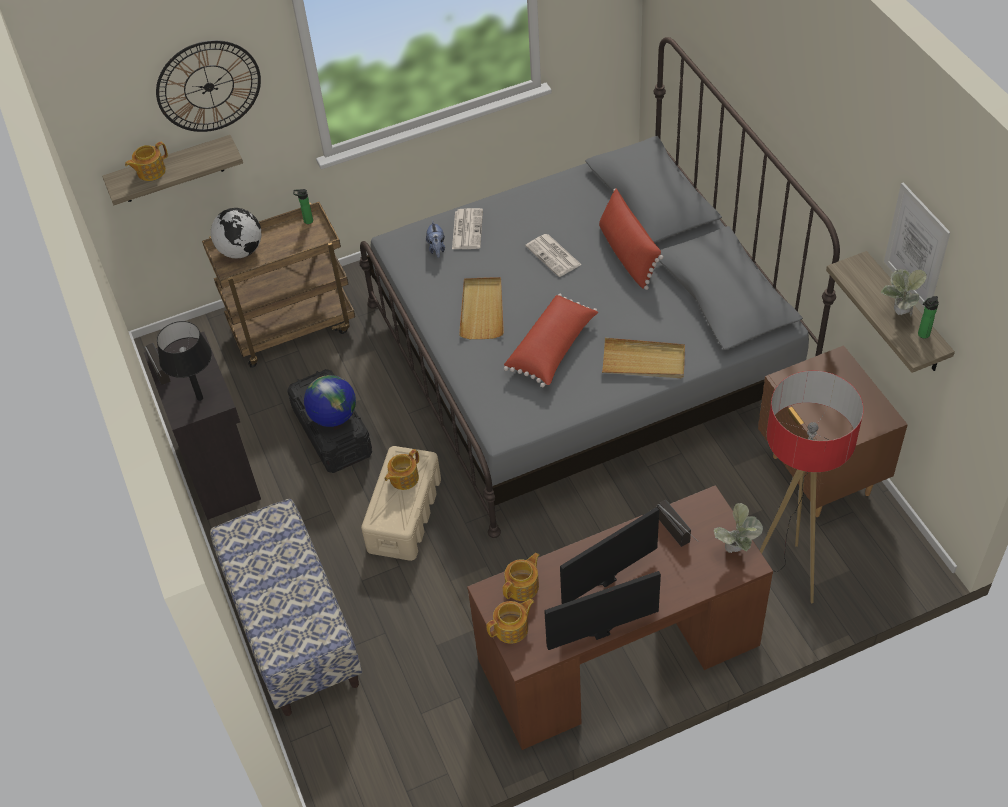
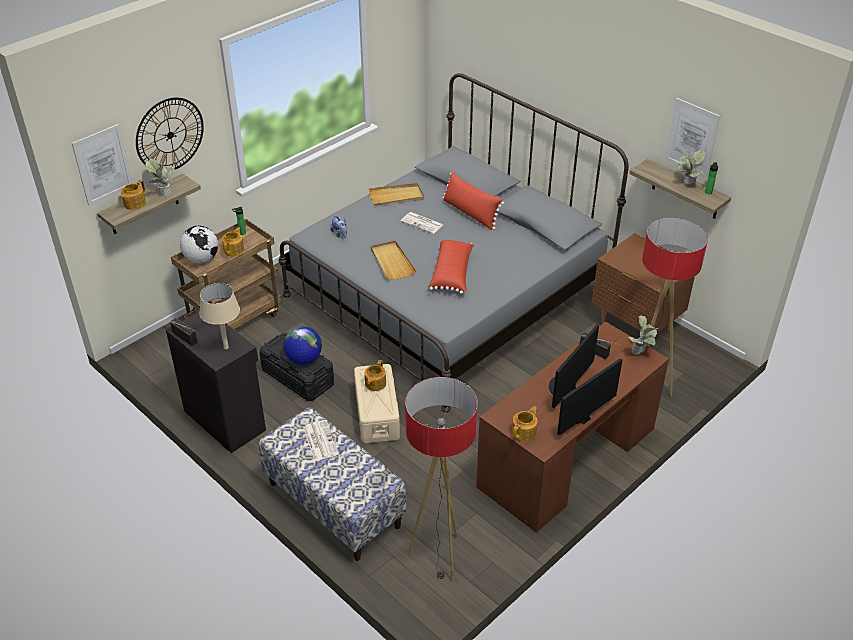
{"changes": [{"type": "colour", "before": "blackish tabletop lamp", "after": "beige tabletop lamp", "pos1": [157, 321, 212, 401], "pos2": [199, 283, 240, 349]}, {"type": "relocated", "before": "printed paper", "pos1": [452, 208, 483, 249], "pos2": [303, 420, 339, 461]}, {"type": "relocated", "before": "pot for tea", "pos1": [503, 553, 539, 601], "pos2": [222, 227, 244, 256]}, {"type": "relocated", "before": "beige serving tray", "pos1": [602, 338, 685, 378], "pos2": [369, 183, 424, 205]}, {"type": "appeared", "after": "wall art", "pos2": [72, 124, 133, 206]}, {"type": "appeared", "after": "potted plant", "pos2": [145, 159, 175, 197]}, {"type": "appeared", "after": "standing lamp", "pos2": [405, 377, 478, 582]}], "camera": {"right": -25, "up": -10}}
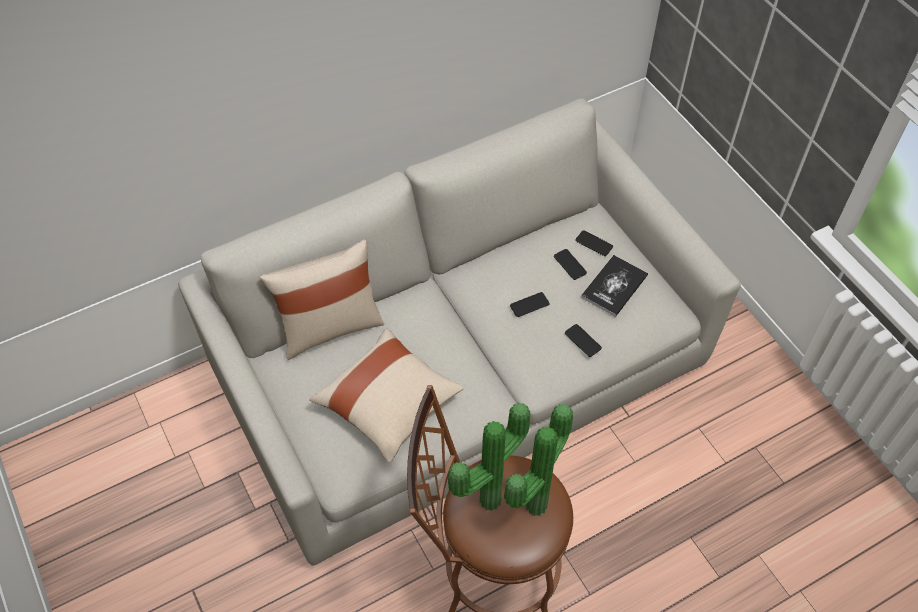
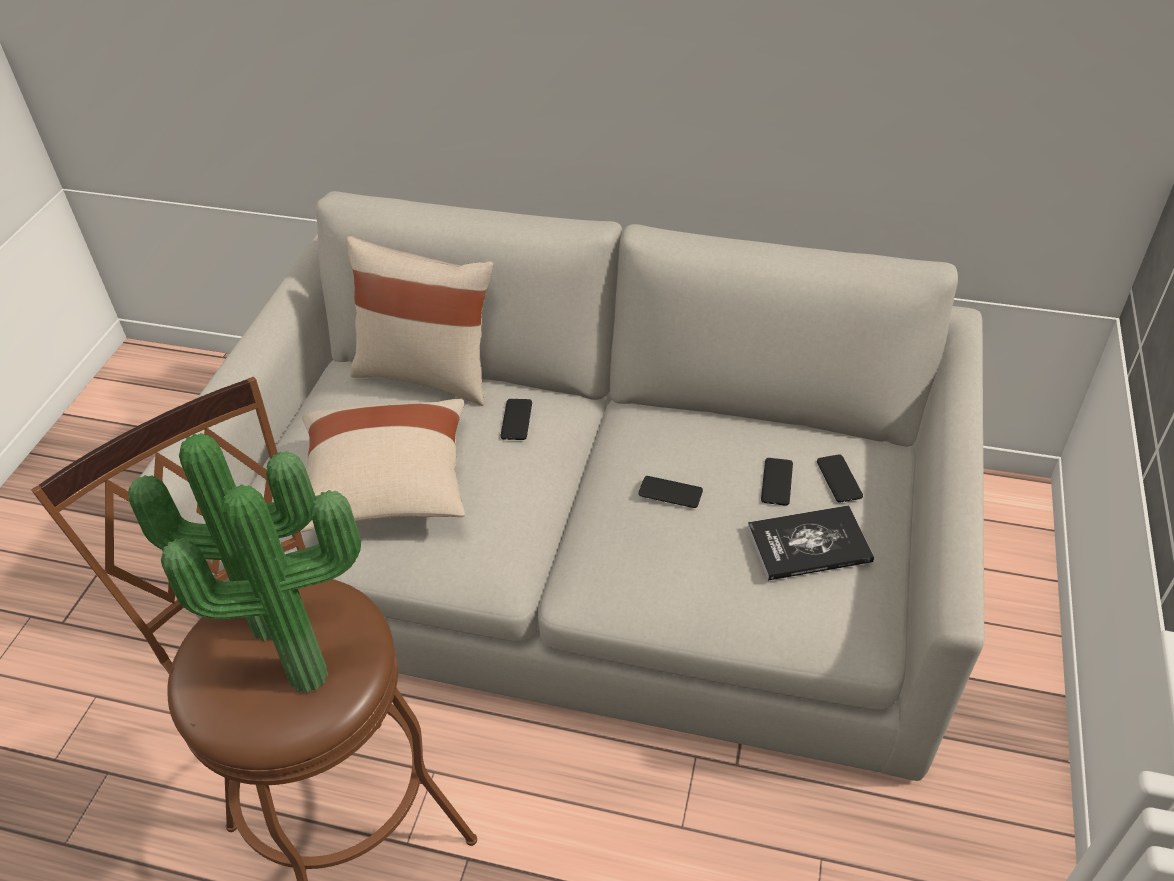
{"changes": [{"type": "relocated", "before": "handset", "pos1": [565, 324, 602, 357], "pos2": [501, 399, 532, 440]}], "camera": {"right": 45, "up": -10}}
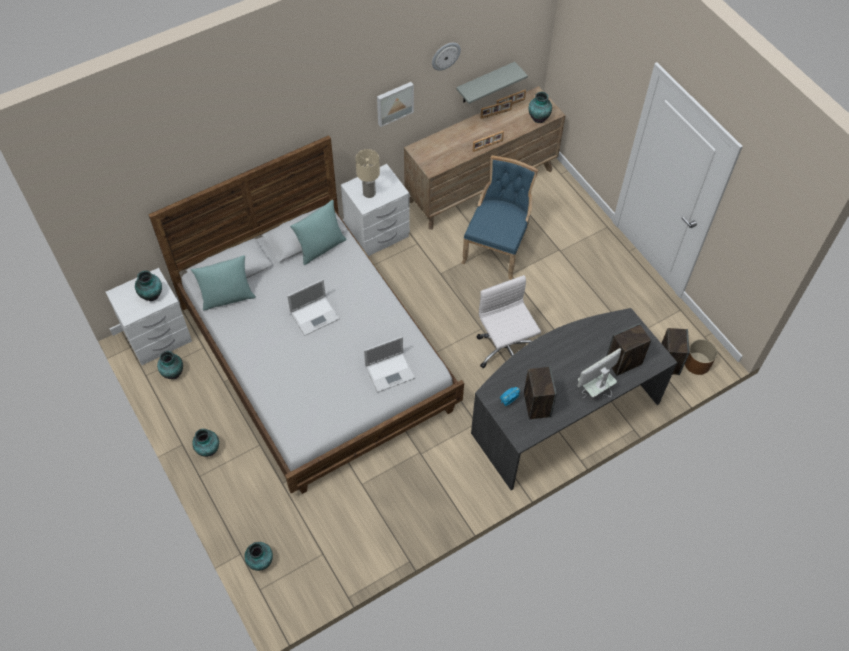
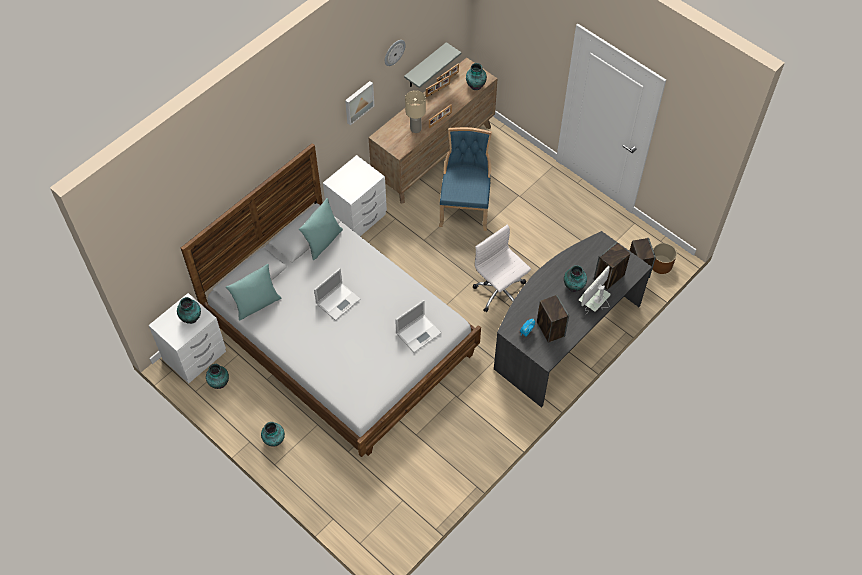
{"changes": [{"type": "relocated", "before": "decorative vase", "pos1": [244, 542, 273, 571], "pos2": [564, 265, 587, 292]}, {"type": "relocated", "before": "beige tabletop lamp", "pos1": [355, 149, 380, 198], "pos2": [405, 90, 426, 133]}], "camera": {"right": -15, "up": 0}}
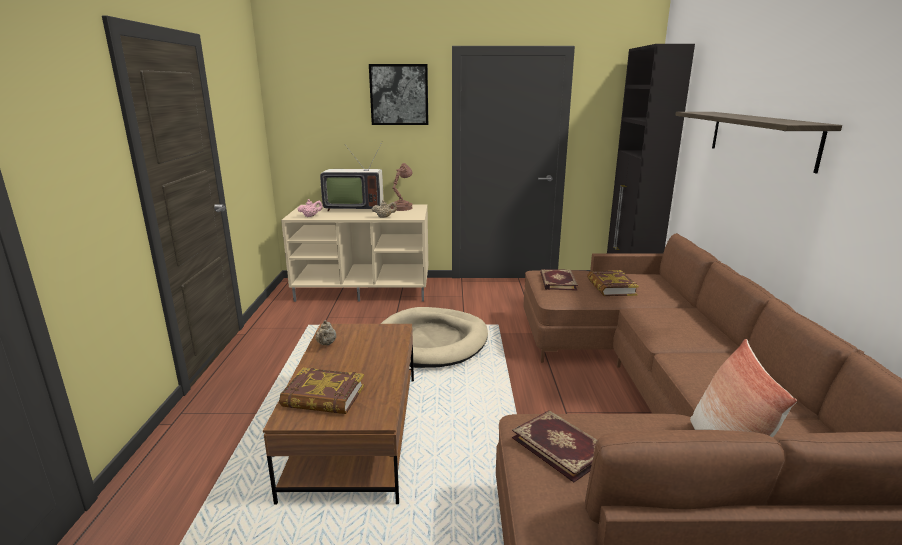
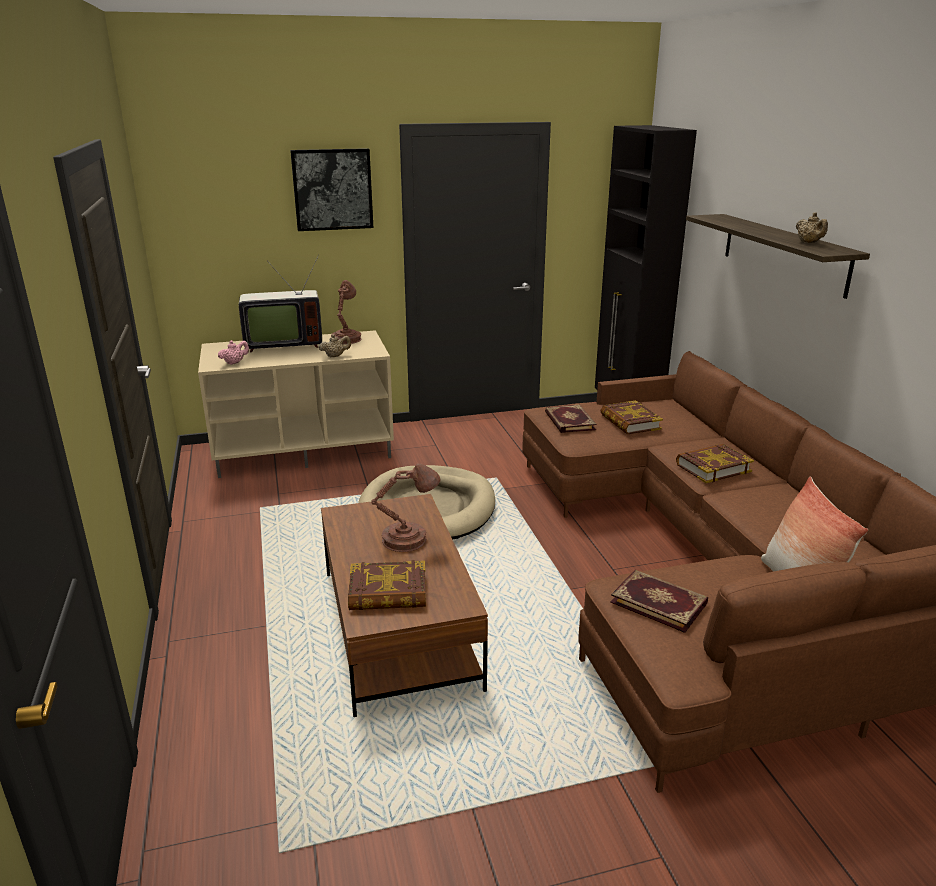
{"changes": [{"type": "relocated", "before": "beige pot for tea", "pos1": [316, 320, 336, 345], "pos2": [796, 212, 828, 243]}, {"type": "appeared", "after": "brown tabletop lamp", "pos2": [371, 463, 441, 552]}, {"type": "appeared", "after": "book", "pos2": [676, 444, 754, 483]}], "camera": {"right": -15, "up": 5}}
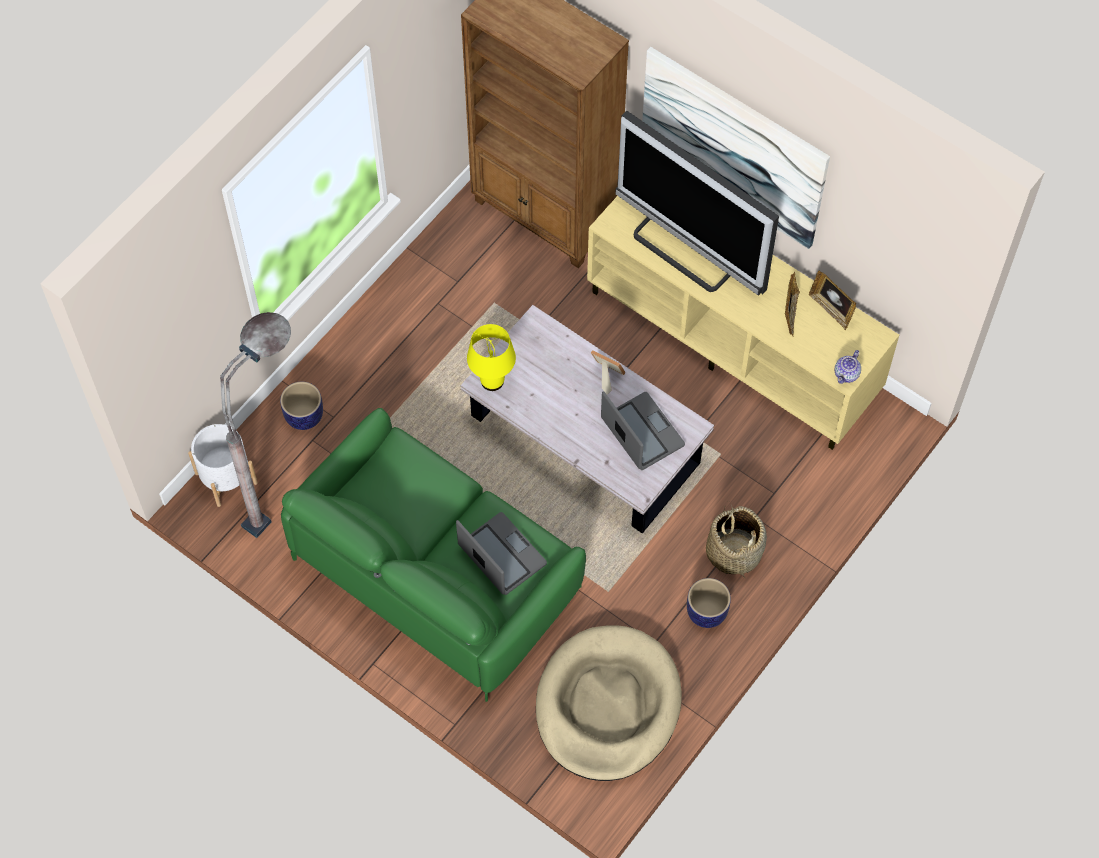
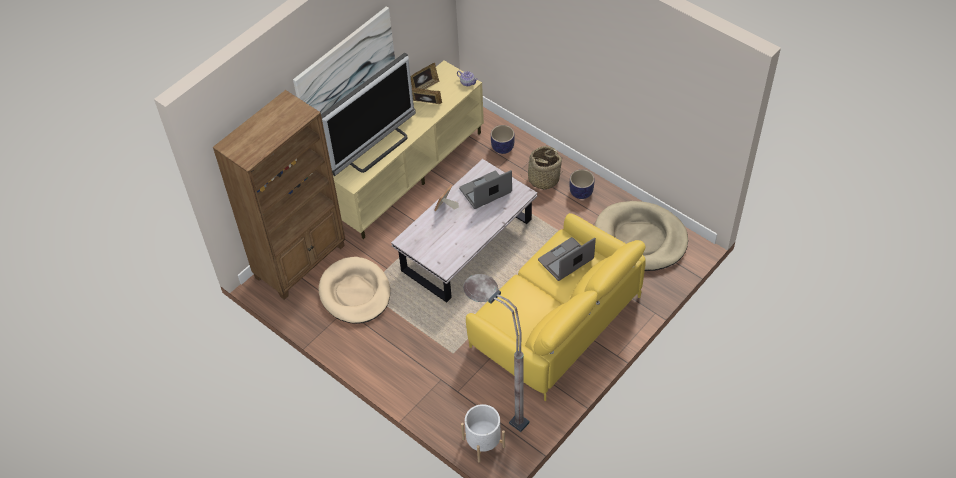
{"changes": [{"type": "relocated", "before": "flower pot", "pos1": [280, 382, 323, 430], "pos2": [491, 125, 515, 154]}, {"type": "colour", "before": "green sofa", "after": "yellow sofa", "pos1": [281, 408, 586, 702], "pos2": [466, 213, 646, 401]}, {"type": "missing", "before": "yellow tabletop lamp", "pos1": [467, 324, 516, 391]}, {"type": "appeared", "after": "beige dog cushion", "pos2": [319, 257, 390, 324]}], "camera": {"right": -85, "up": -10}}
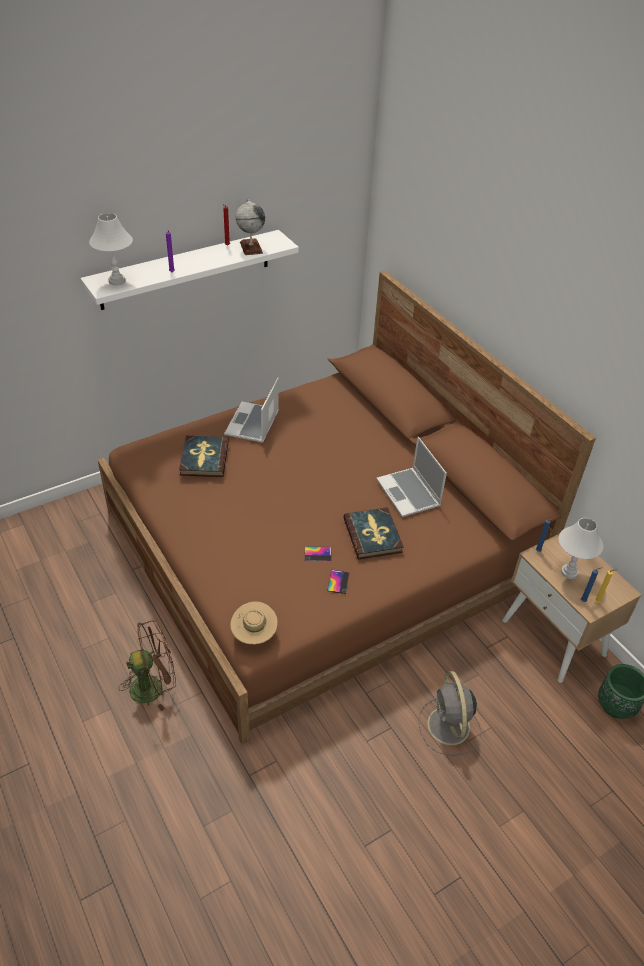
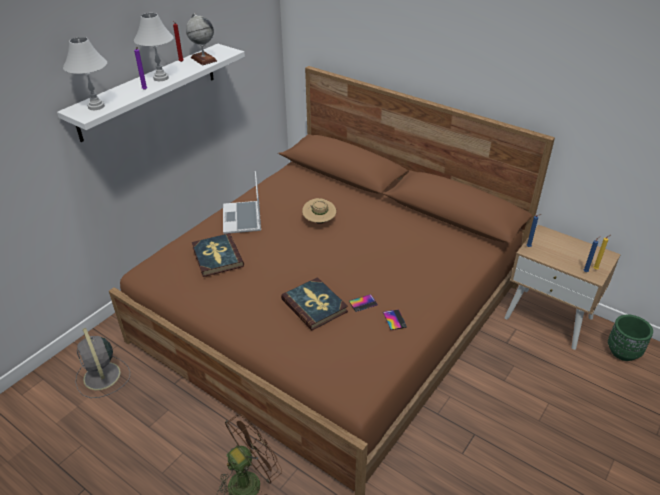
{"changes": [{"type": "relocated", "before": "beige hat", "pos1": [230, 601, 278, 645], "pos2": [302, 198, 336, 224]}, {"type": "relocated", "before": "book", "pos1": [343, 507, 404, 559], "pos2": [281, 277, 348, 330]}, {"type": "missing", "before": "notebook computer", "pos1": [376, 437, 447, 517]}, {"type": "relocated", "before": "greyish fan", "pos1": [419, 671, 482, 756], "pos2": [75, 328, 130, 398]}, {"type": "relocated", "before": "white tabletop lamp", "pos1": [559, 518, 603, 579], "pos2": [134, 13, 174, 81]}], "camera": {"right": -20, "up": -5}}
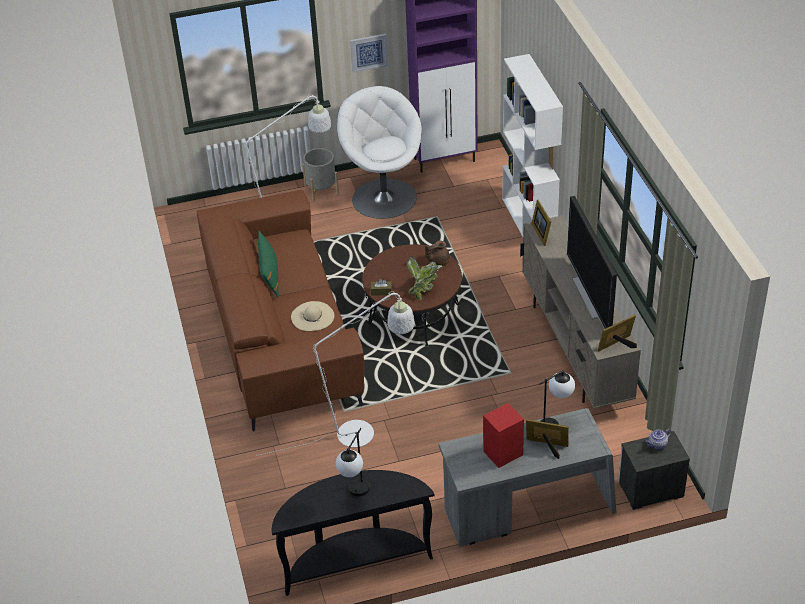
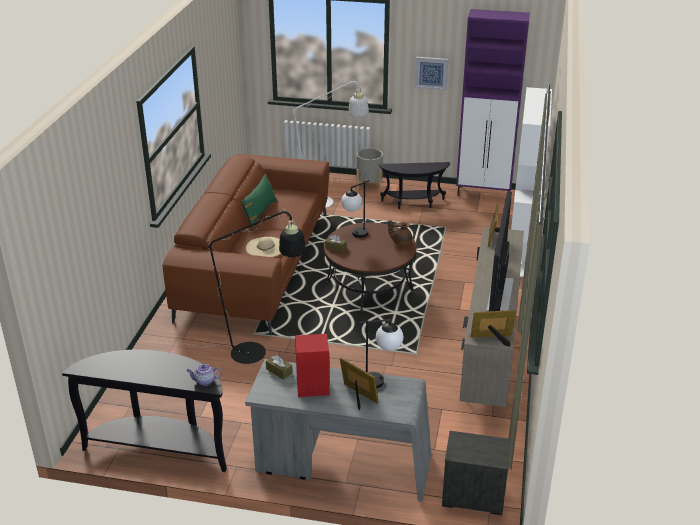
{"changes": [{"type": "colour", "before": "white standing lamp", "after": "blackish standing lamp", "pos1": [256, 291, 415, 456], "pos2": [158, 209, 306, 364]}, {"type": "relocated", "before": "tabletop lamp", "pos1": [336, 428, 370, 496], "pos2": [341, 180, 369, 238]}, {"type": "exchanged", "before": "white easy chair", "after": "blackish side table", "pos1": [337, 86, 422, 219], "pos2": [379, 162, 450, 209]}, {"type": "missing", "before": "potted plant", "pos1": [407, 256, 442, 300]}, {"type": "relocated", "before": "pot for tea", "pos1": [645, 429, 671, 450], "pos2": [186, 364, 222, 386]}, {"type": "appeared", "after": "brown tissue box", "pos2": [266, 355, 293, 380]}], "camera": {"right": 25, "up": -10}}
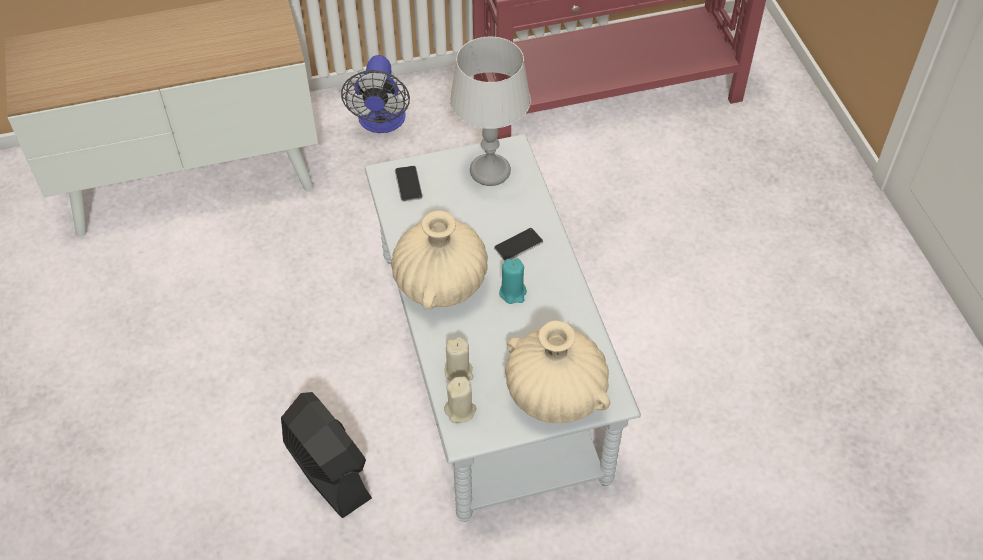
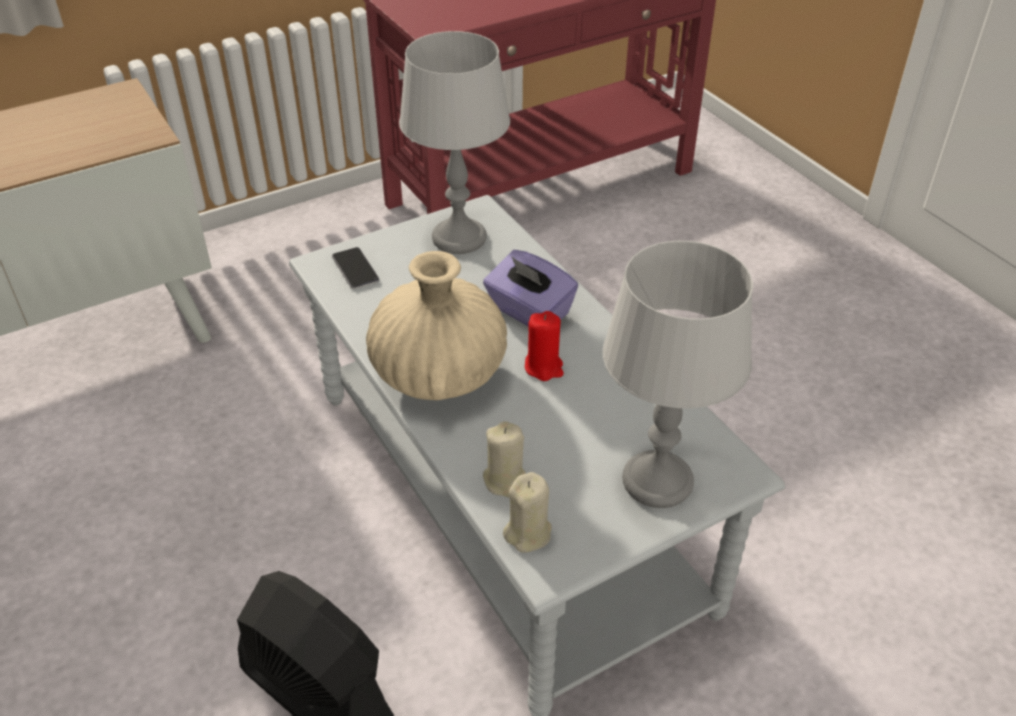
{"changes": [{"type": "missing", "before": "fan", "pos1": [341, 55, 410, 133]}, {"type": "exchanged", "before": "handset", "after": "purple tissue box", "pos1": [494, 228, 543, 261], "pos2": [483, 250, 578, 327]}, {"type": "colour", "before": "turquoise-coloured candle", "after": "red-coloured candle", "pos1": [499, 259, 527, 304], "pos2": [525, 311, 564, 381]}, {"type": "exchanged", "before": "beige decorative vase", "after": "greyish tabletop lamp", "pos1": [505, 320, 610, 423], "pos2": [602, 241, 753, 508]}], "camera": {"right": -15, "up": -10}}
